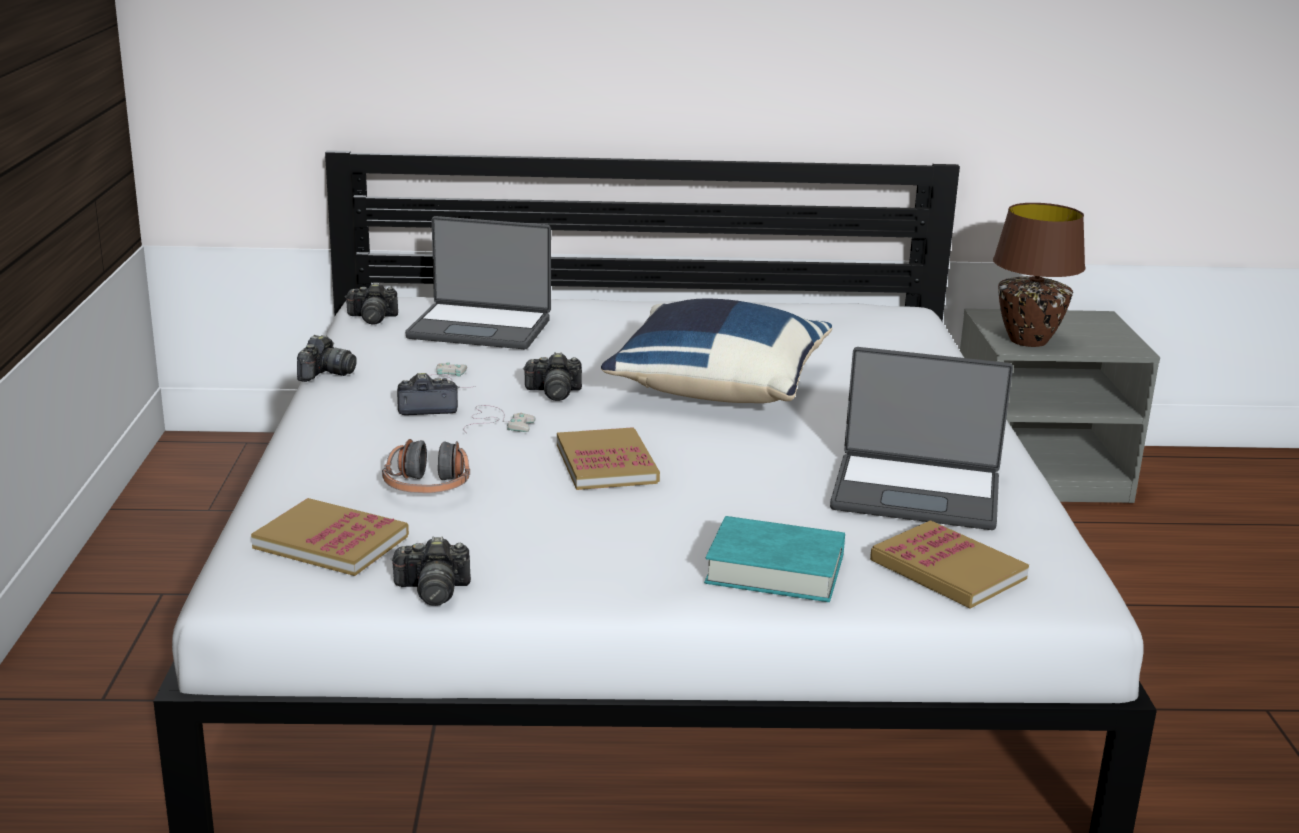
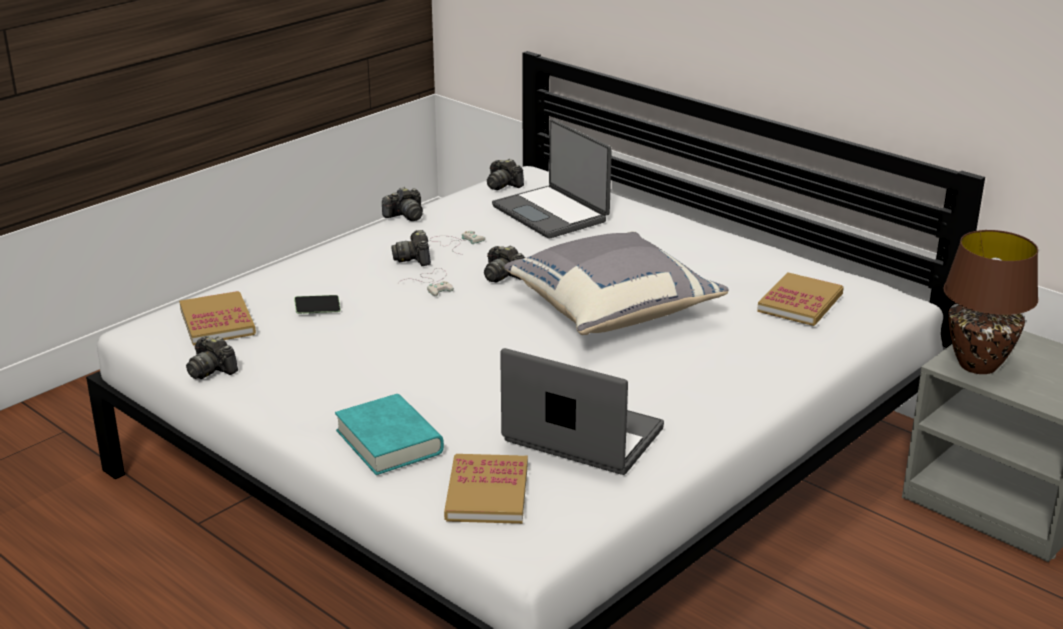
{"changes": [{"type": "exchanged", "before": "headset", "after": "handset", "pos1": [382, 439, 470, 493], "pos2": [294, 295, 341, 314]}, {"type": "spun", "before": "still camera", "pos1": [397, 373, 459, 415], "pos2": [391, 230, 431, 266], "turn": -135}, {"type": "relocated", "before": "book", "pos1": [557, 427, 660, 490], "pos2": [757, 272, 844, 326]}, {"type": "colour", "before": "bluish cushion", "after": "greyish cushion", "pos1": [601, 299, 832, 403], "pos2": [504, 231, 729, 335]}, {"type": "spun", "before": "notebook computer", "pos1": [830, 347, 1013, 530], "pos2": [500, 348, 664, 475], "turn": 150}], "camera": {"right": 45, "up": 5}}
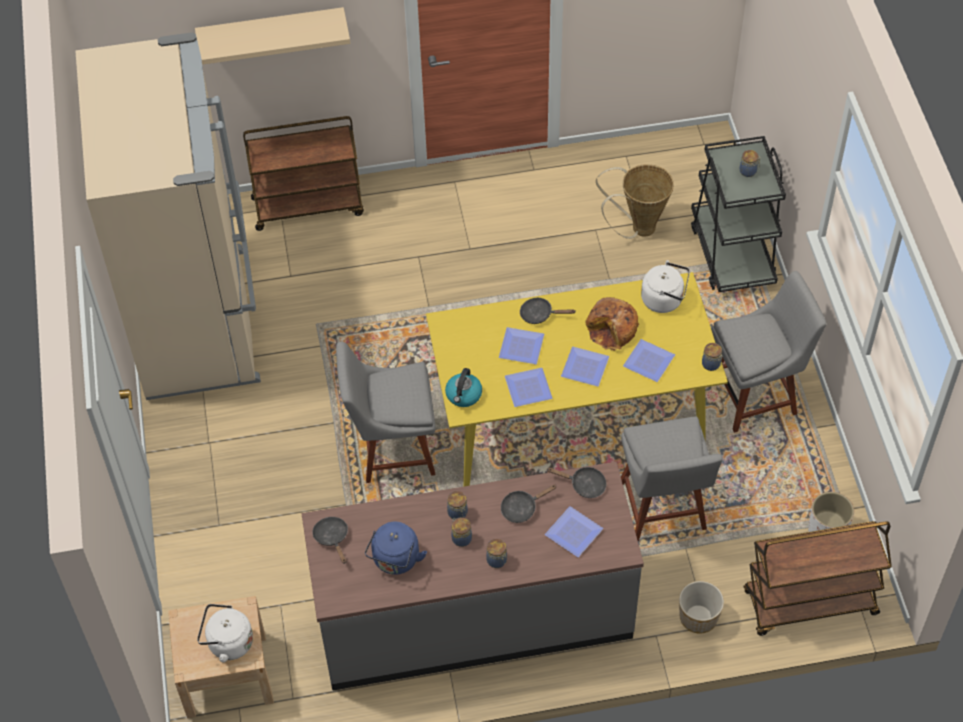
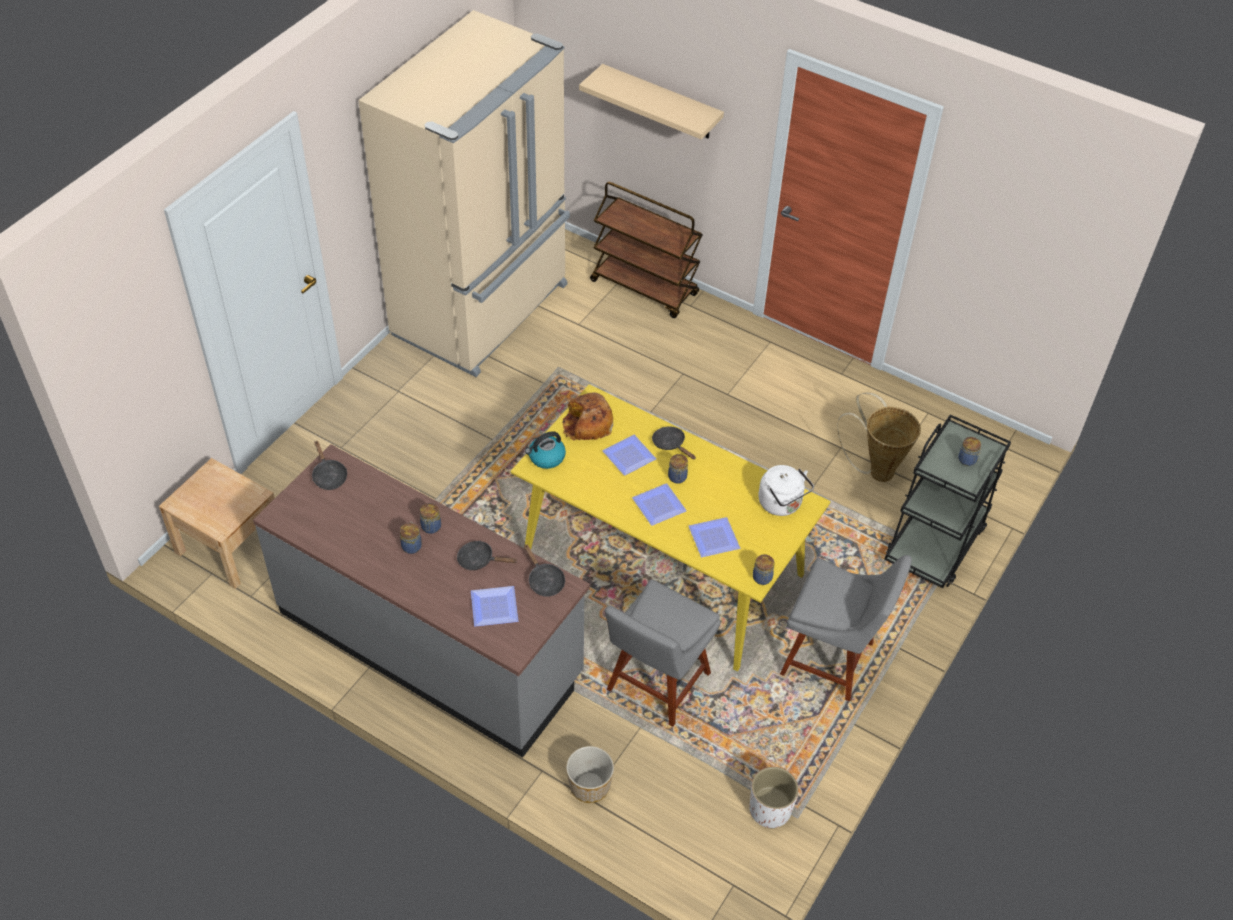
{"changes": [{"type": "missing", "before": "white water kettle", "pos1": [197, 604, 253, 662]}, {"type": "spun", "before": "blackish pan", "pos1": [312, 517, 348, 564], "pos2": [312, 441, 347, 490], "turn": 135}, {"type": "missing", "before": "greyish upright chair", "pos1": [336, 342, 436, 483]}, {"type": "missing", "before": "bluish water kettle", "pos1": [365, 522, 427, 575]}, {"type": "relocated", "before": "storage jar", "pos1": [486, 539, 507, 568], "pos2": [668, 454, 688, 484]}, {"type": "missing", "before": "plate", "pos1": [505, 368, 553, 407]}, {"type": "relocated", "before": "bakery bread", "pos1": [585, 297, 639, 351], "pos2": [562, 392, 613, 441]}, {"type": "missing", "before": "brown wheeled cart", "pos1": [743, 521, 892, 636]}], "camera": {"right": 40, "up": -5}}
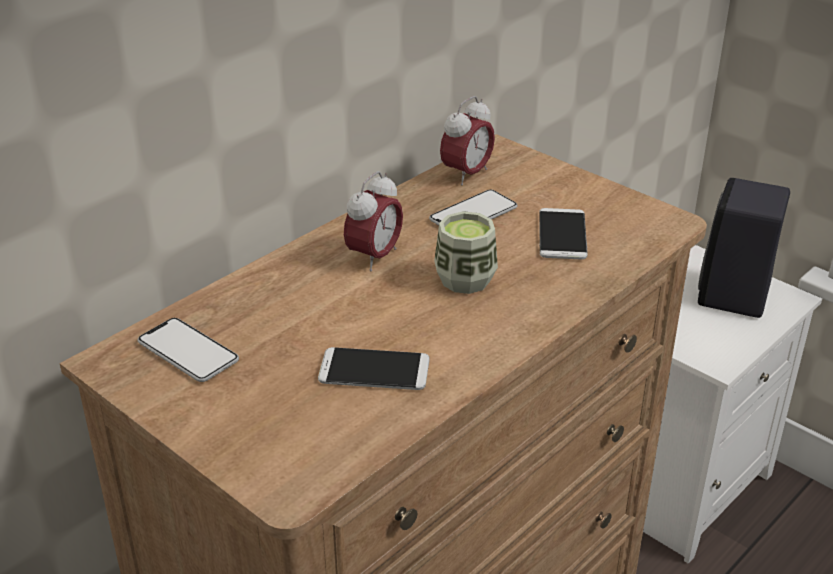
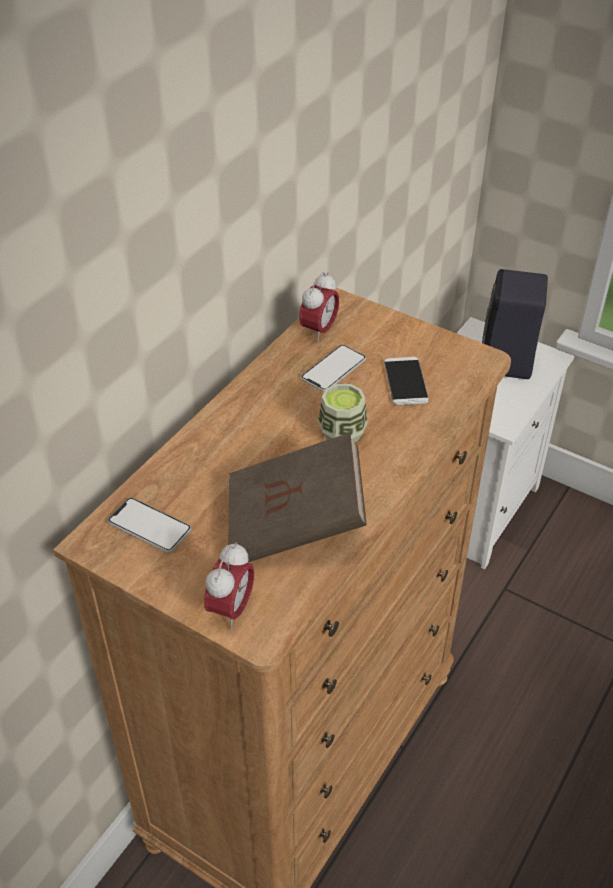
{"changes": [{"type": "exchanged", "before": "handset", "after": "brown book", "pos1": [318, 347, 430, 390], "pos2": [228, 433, 367, 563]}, {"type": "relocated", "before": "bedside clock", "pos1": [344, 171, 403, 271], "pos2": [204, 542, 254, 629]}], "camera": {"right": -10, "up": 10}}
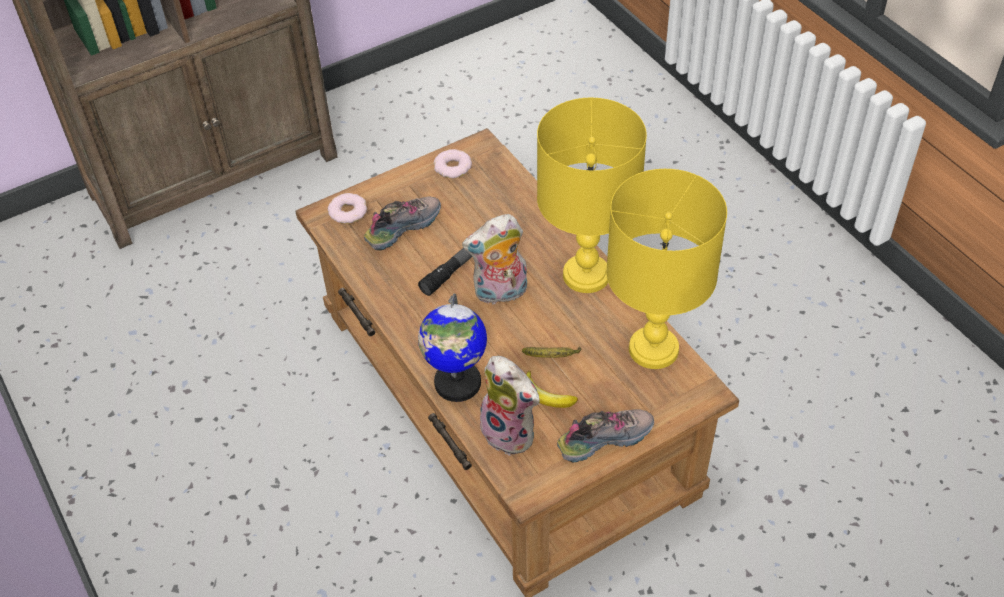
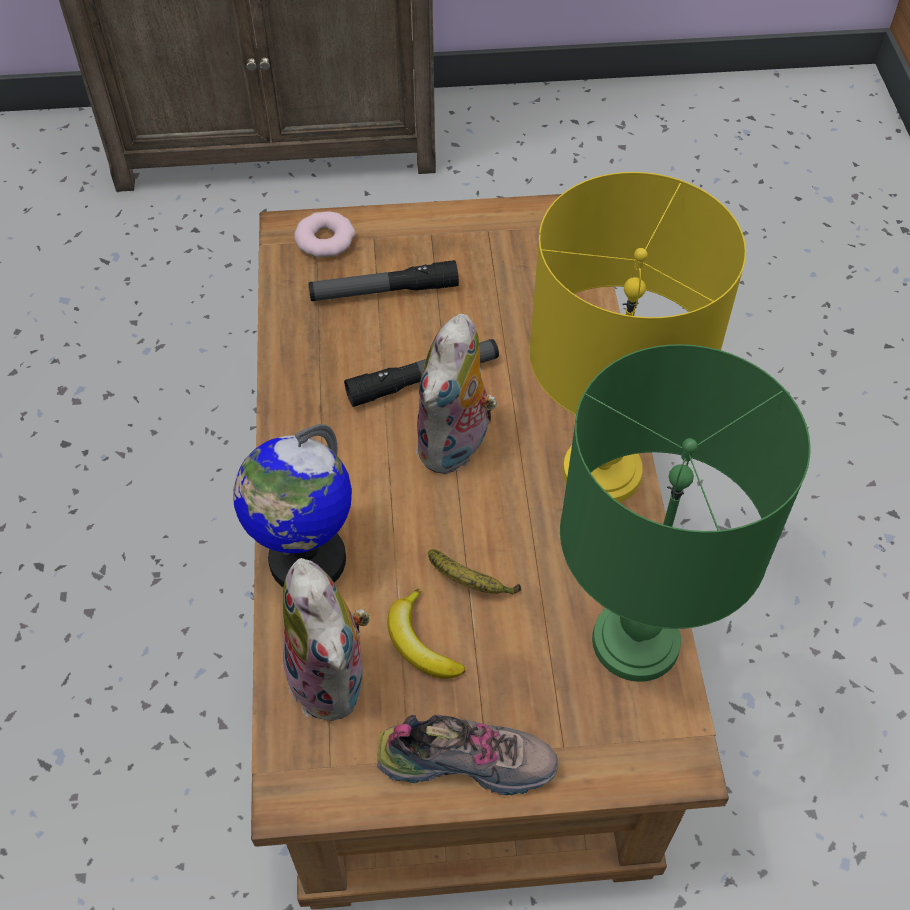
{"changes": [{"type": "exchanged", "before": "item of footwear", "after": "torch", "pos1": [364, 197, 441, 250], "pos2": [308, 260, 459, 301]}, {"type": "missing", "before": "doughnut", "pos1": [434, 149, 472, 178]}, {"type": "spun", "before": "soft toy", "pos1": [462, 214, 527, 304], "pos2": [415, 314, 497, 474], "turn": -75}, {"type": "colour", "before": "yellow tabletop lamp", "after": "green tabletop lamp", "pos1": [606, 169, 727, 369], "pos2": [560, 344, 811, 682]}], "camera": {"right": 25, "up": 5}}
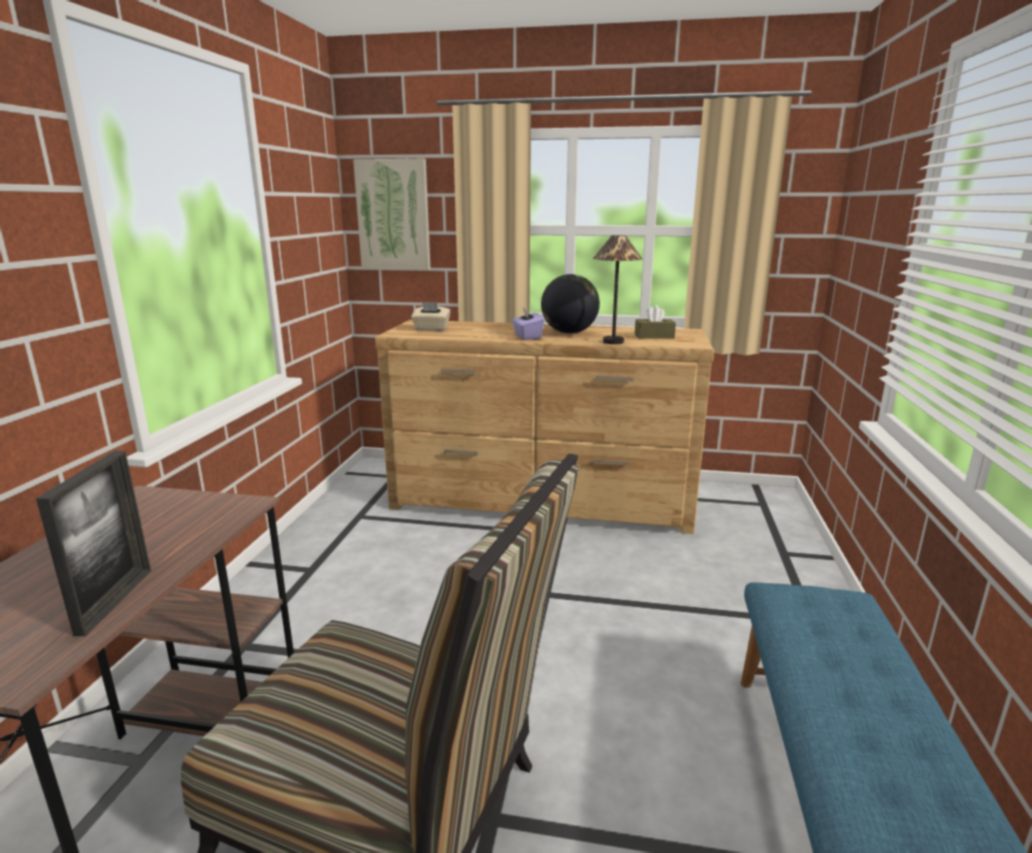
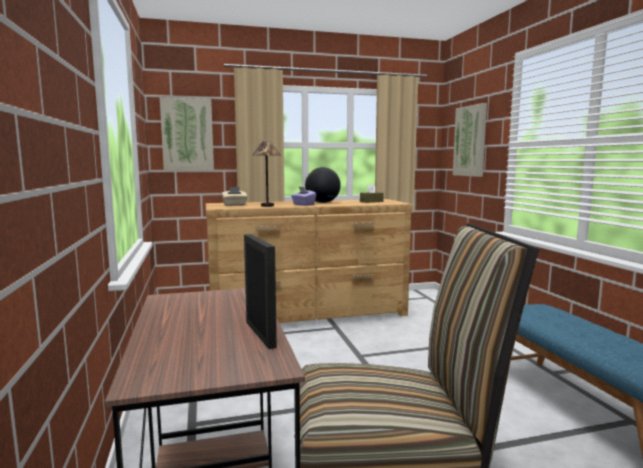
{"changes": [{"type": "relocated", "before": "tabletop lamp", "pos1": [593, 235, 642, 344], "pos2": [252, 141, 281, 207]}, {"type": "appeared", "after": "wall art", "pos2": [453, 103, 487, 177]}], "camera": {"right": -25, "up": -10}}
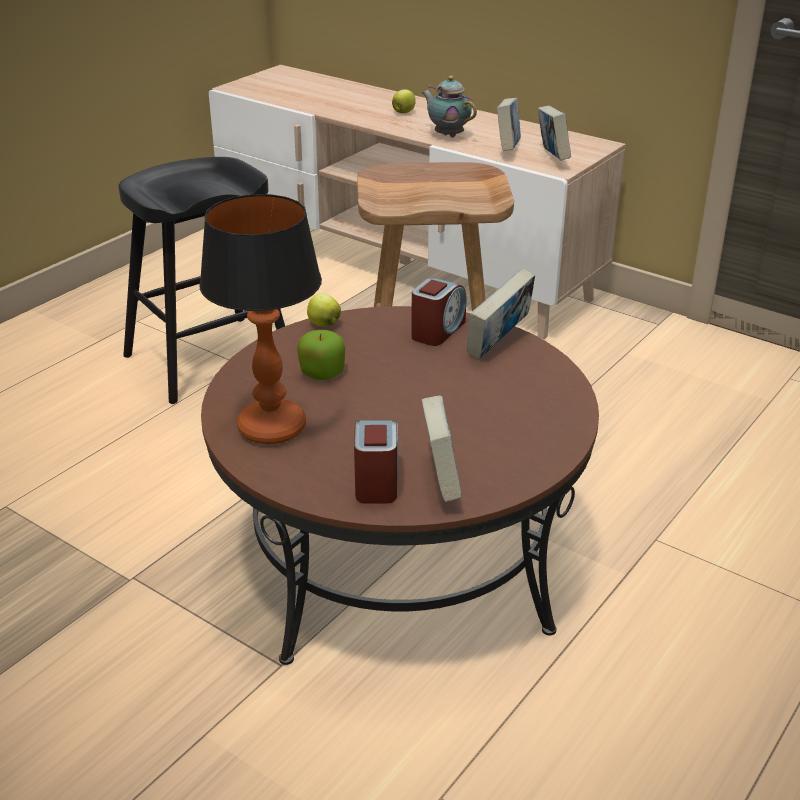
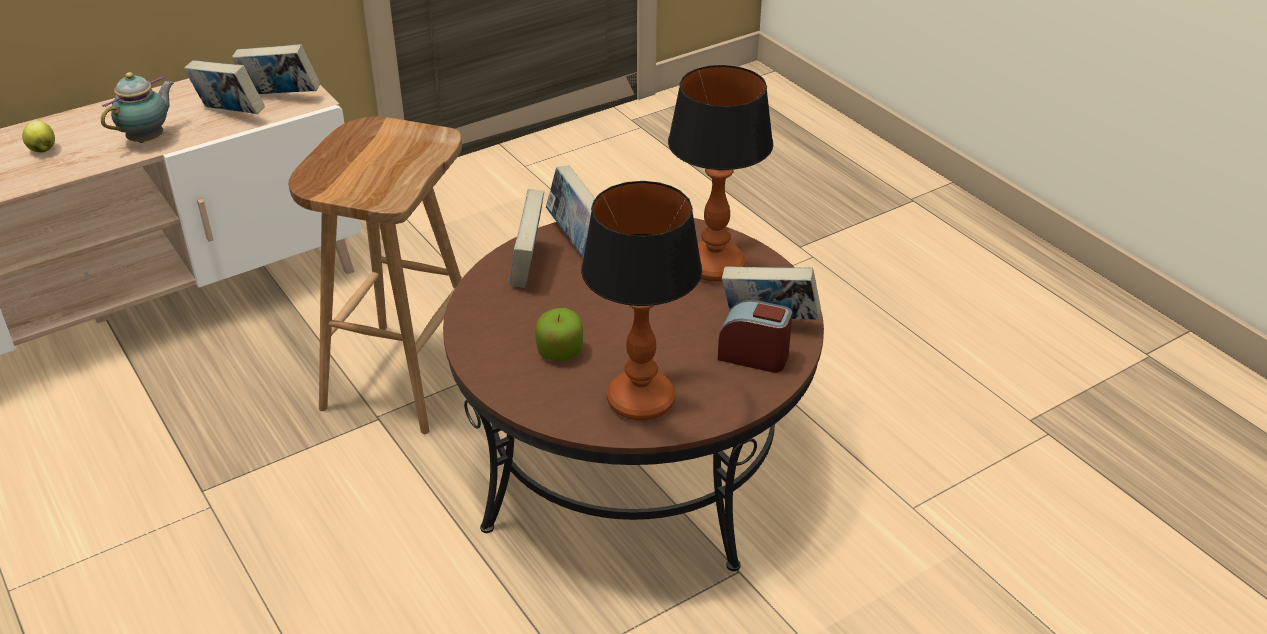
{"changes": [{"type": "missing", "before": "blackish stool", "pos1": [119, 157, 285, 404]}, {"type": "missing", "before": "apple", "pos1": [307, 293, 341, 326]}, {"type": "exchanged", "before": "bedside clock", "after": "book", "pos1": [411, 278, 467, 346], "pos2": [510, 189, 544, 288]}, {"type": "spun", "before": "pot for tea", "pos1": [422, 76, 477, 138], "pos2": [101, 72, 174, 143], "turn": 150}, {"type": "appeared", "after": "tabletop lamp", "pos2": [668, 65, 773, 282]}], "camera": {"right": -70, "up": 5}}
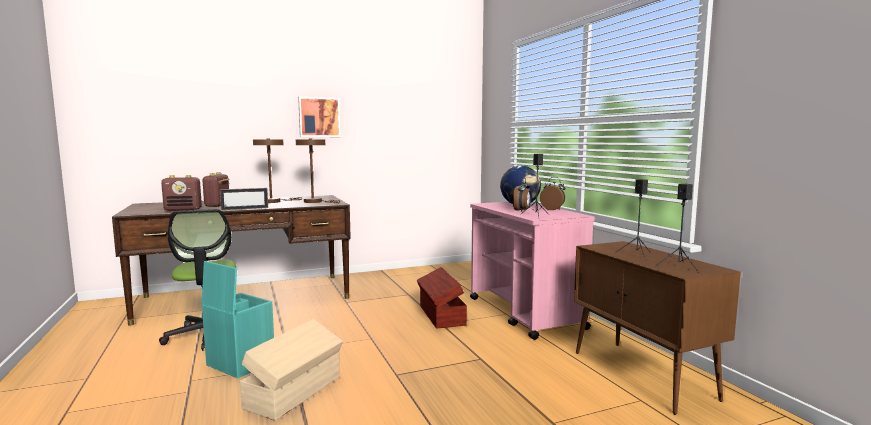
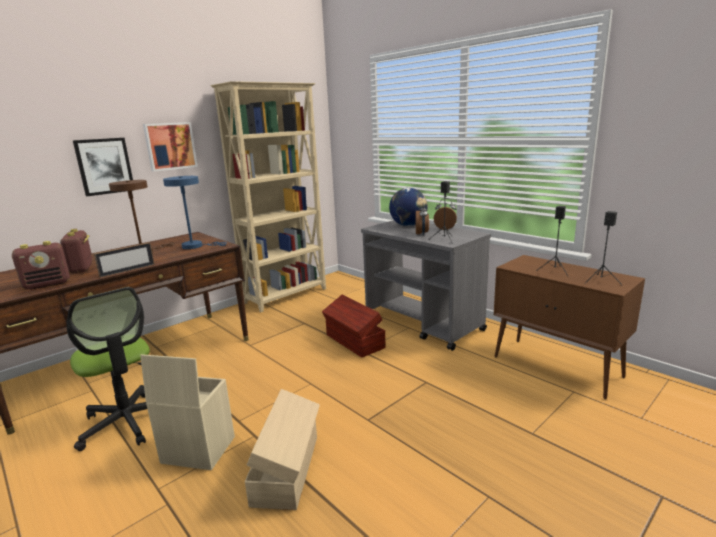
{"changes": [{"type": "colour", "before": "turquoise-coloured storage bin", "after": "beige storage bin", "pos1": [202, 261, 274, 379], "pos2": [140, 354, 235, 470]}, {"type": "colour", "before": "brown tabletop lamp", "after": "bluish tabletop lamp", "pos1": [296, 138, 340, 203], "pos2": [163, 176, 227, 249]}, {"type": "colour", "before": "pink wheeled cart", "after": "greyish wheeled cart", "pos1": [470, 202, 595, 340], "pos2": [361, 220, 491, 351]}, {"type": "appeared", "after": "wall art", "pos2": [73, 138, 133, 196]}, {"type": "appeared", "after": "beige bookcase", "pos2": [210, 81, 326, 312]}], "camera": {"right": -20, "up": 10}}
